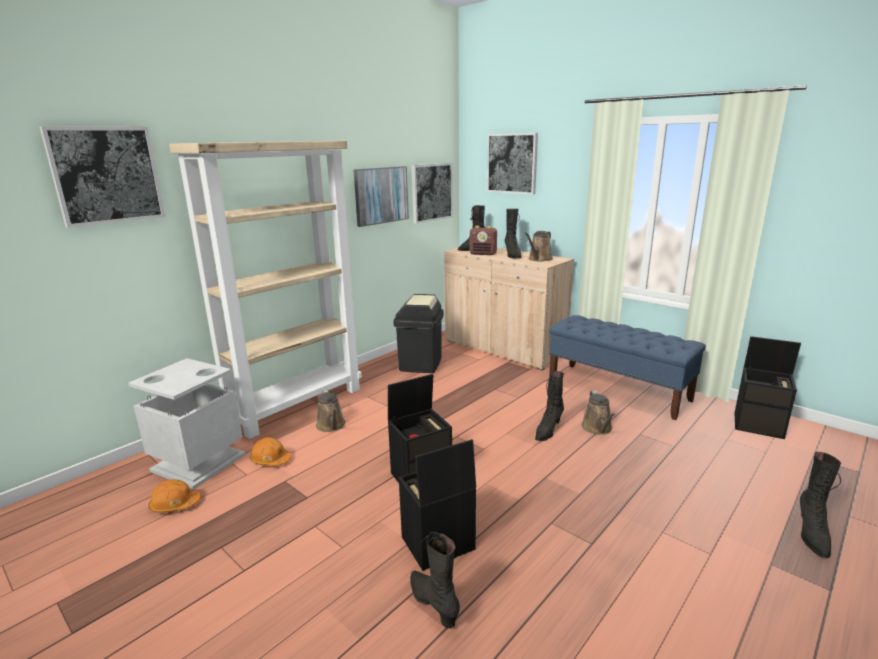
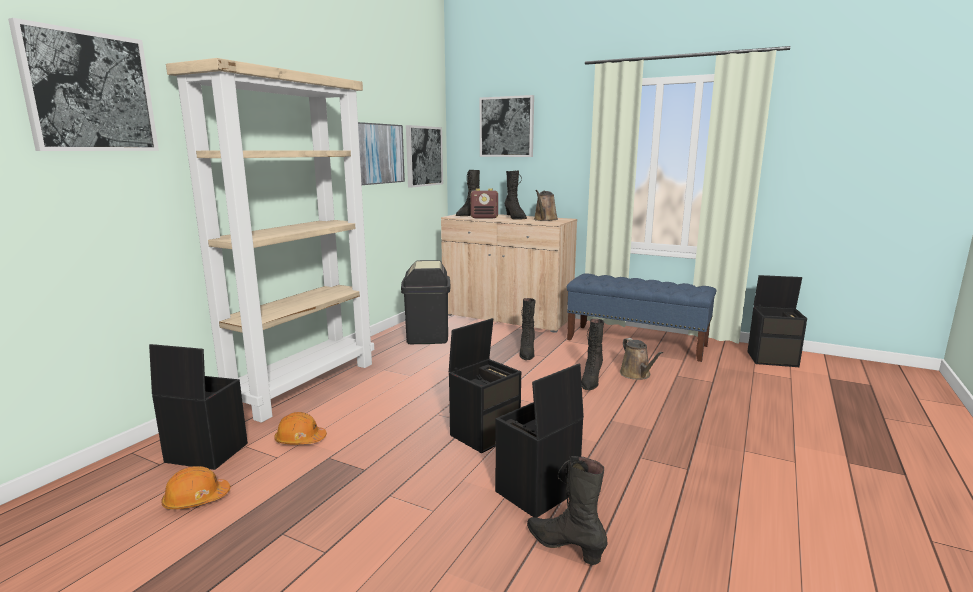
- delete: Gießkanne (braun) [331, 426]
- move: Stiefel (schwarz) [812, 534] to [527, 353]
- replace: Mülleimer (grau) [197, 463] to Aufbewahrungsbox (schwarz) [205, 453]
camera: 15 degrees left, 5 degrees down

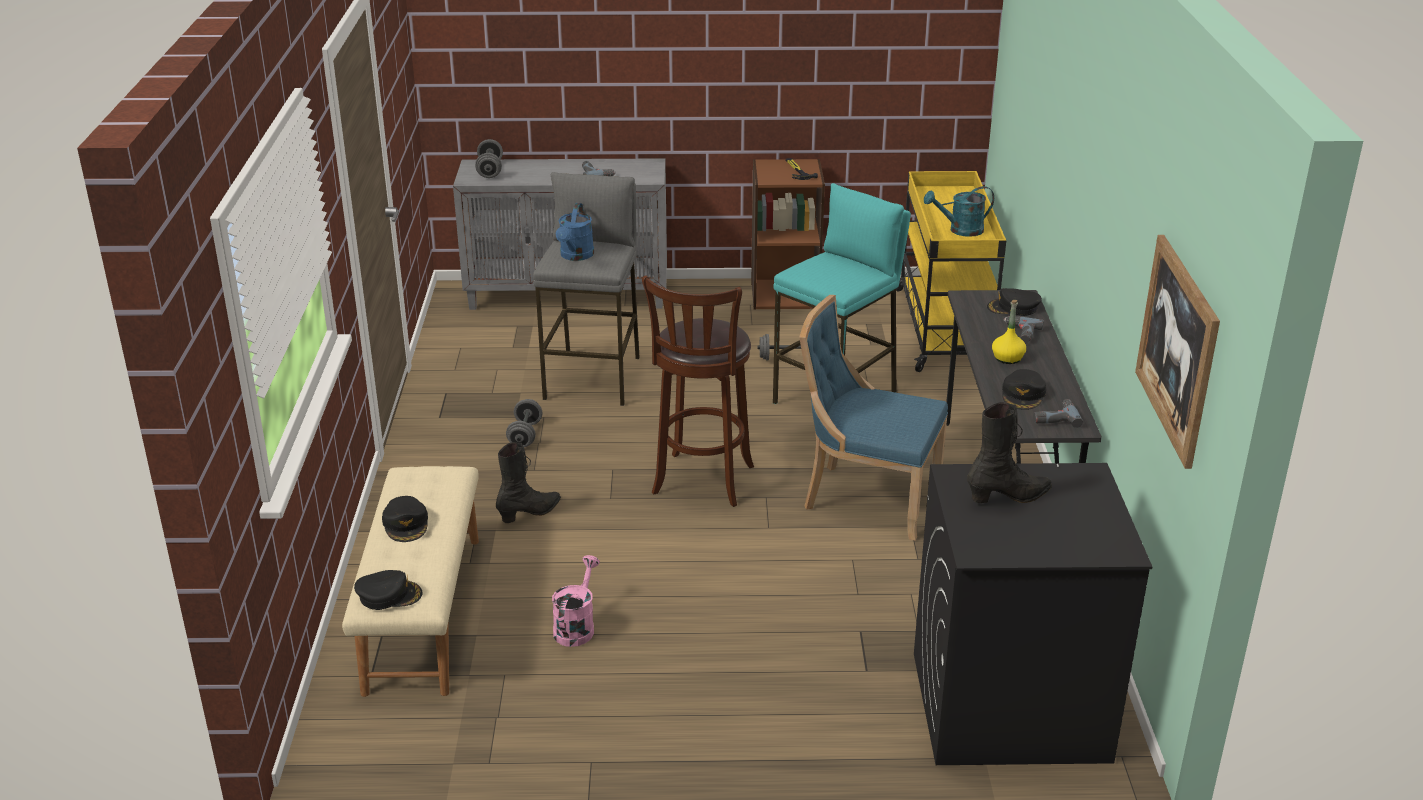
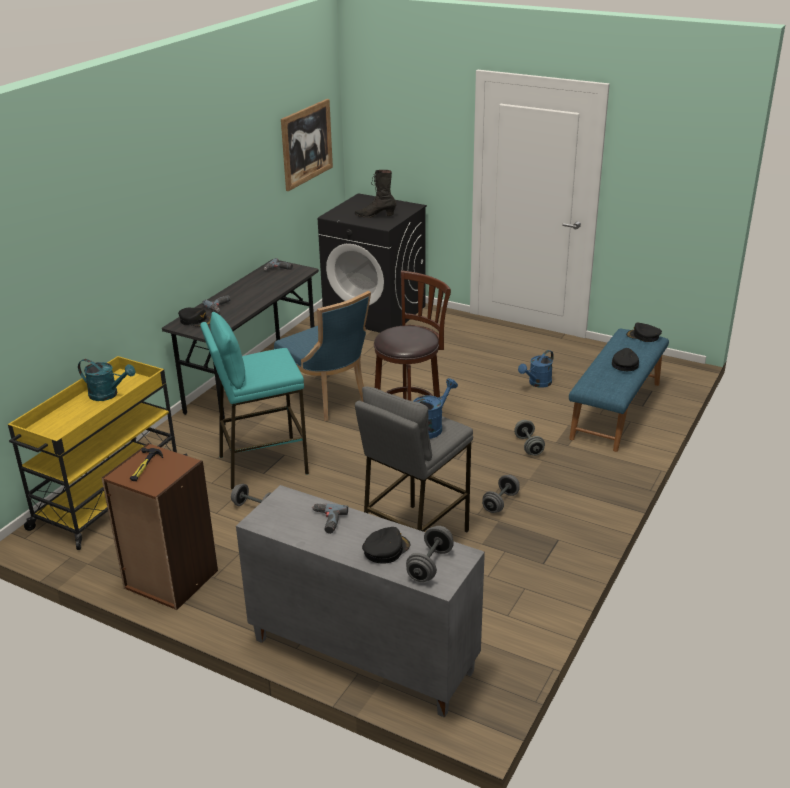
- delete: Flasche (gelb) [1007, 358]
- move: Kappe (schwarz) [1023, 395] to [386, 549]
- replace: Stiefel (schwarz) [530, 513] to Hantel (grau) [528, 446]
- recolor: Bank (beige) [422, 612] to Bank (blau) [617, 410]
- recolor: Gießkanne (rosa) [576, 626] to Gießkanne (blau) [537, 383]
camera: 150 degrees left, 0 degrees up

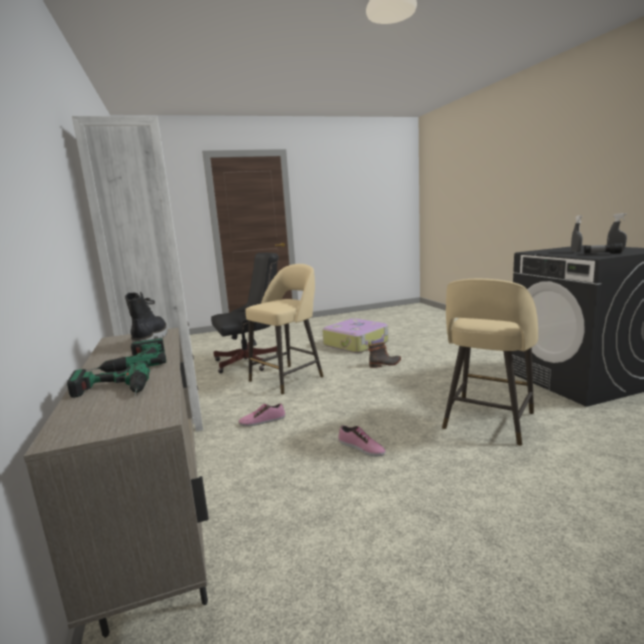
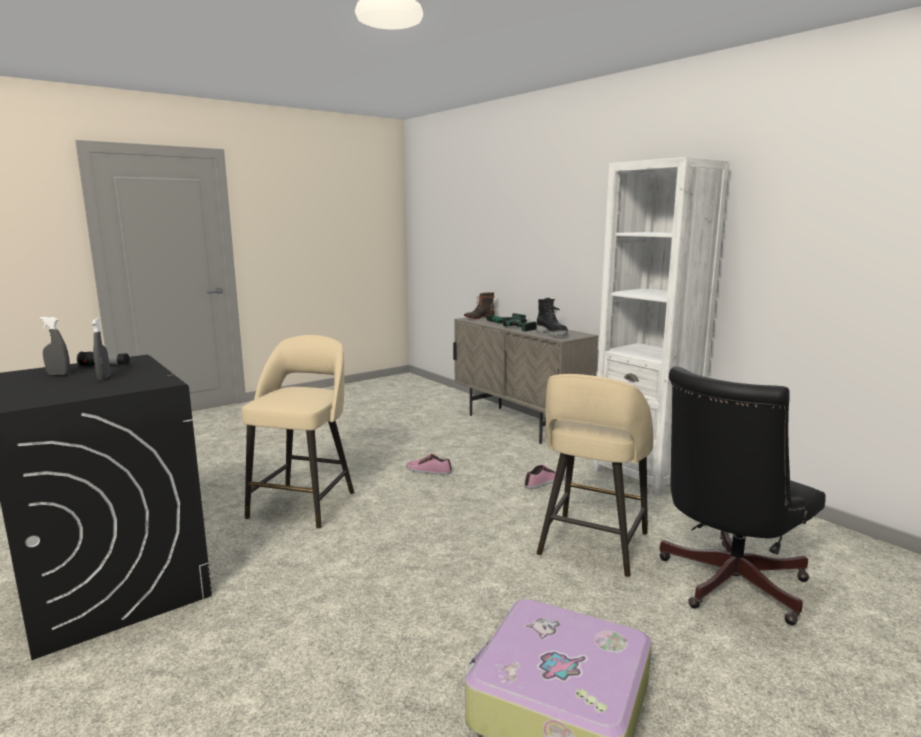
- move: Stiefel [385, 364] to [478, 317]
camera: 160 degrees right, 0 degrees up

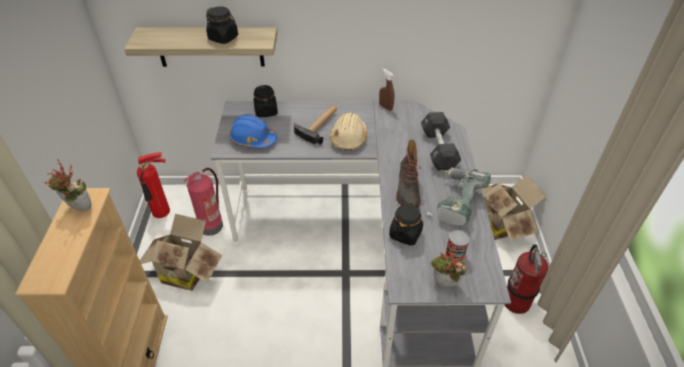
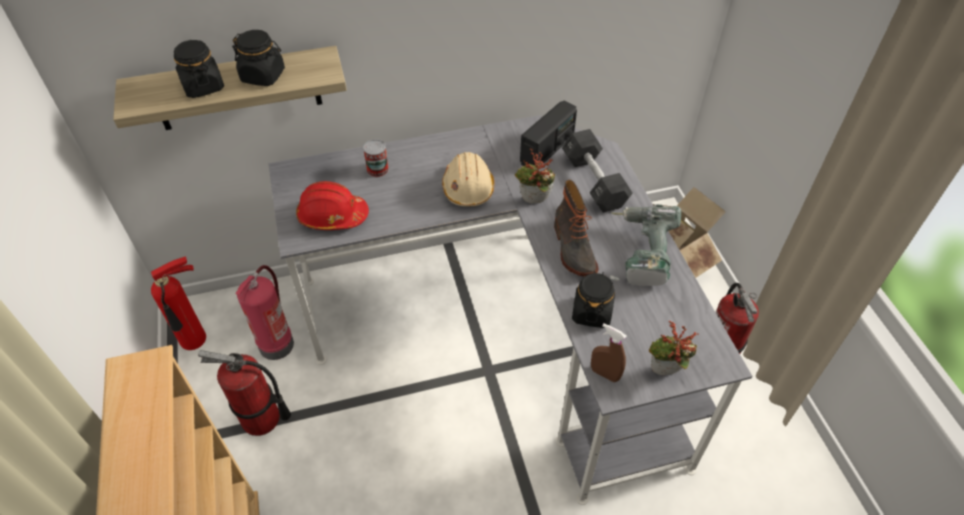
- delete: Hammer [319, 125]
- insert: Radio [547, 149]
- move: Topfpflanze [78, 209] to [533, 202]
- move: Vorratsglas (schwarz) [266, 111] to [203, 86]
- move: Sprühflasche (braun) [385, 107] to [605, 374]
- move: Dose [455, 254] to [377, 169]
- replace: Karton [185, 270] to Feuerlöscher [261, 419]
- recolor: Schutzhelm (blau) [253, 139] to Schutzhelm (rot) [332, 216]
camera: 15 degrees left, 5 degrees up

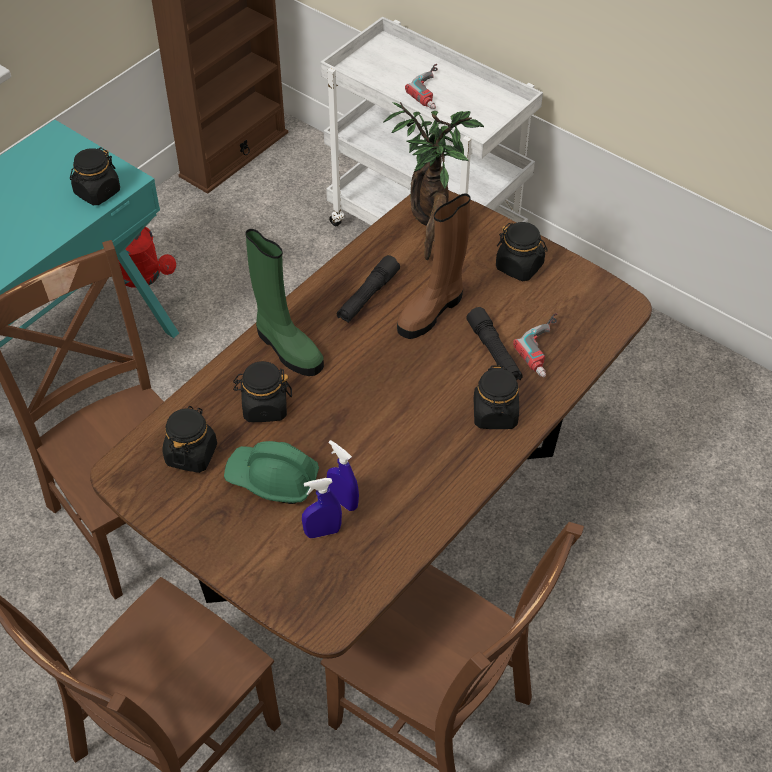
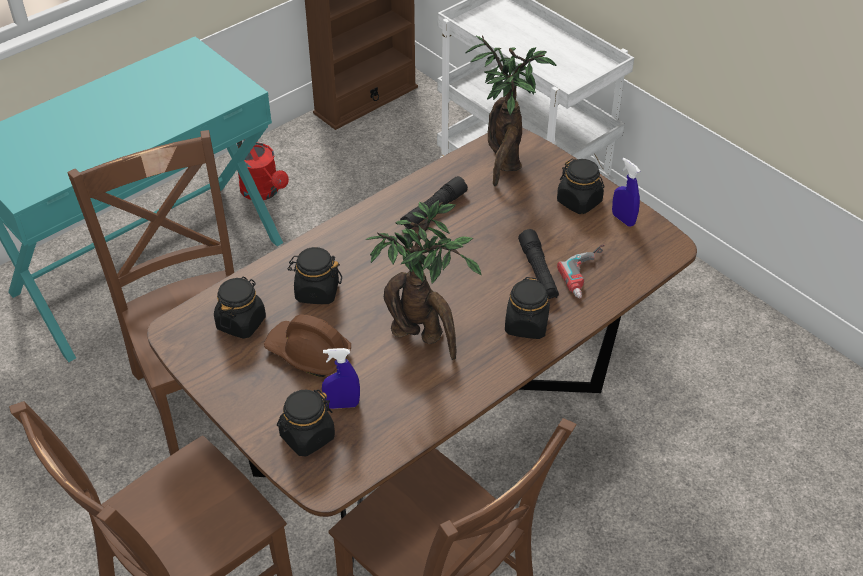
- delete: Stiefel (grün) [287, 348]
- delete: Stiefel (braun) [432, 311]
- delete: Bohrmaschine [434, 90]
- insert: Topfpflanze [422, 337]
- move: Vorratsglas (schwarz) [97, 192] to [307, 437]
- move: Sprühflasche (blau) [343, 501] to [623, 219]
- recolor: Schutzhelm (grün) [272, 479] to Schutzhelm (braun) [308, 353]
camera: 10 degrees right, 5 degrees down

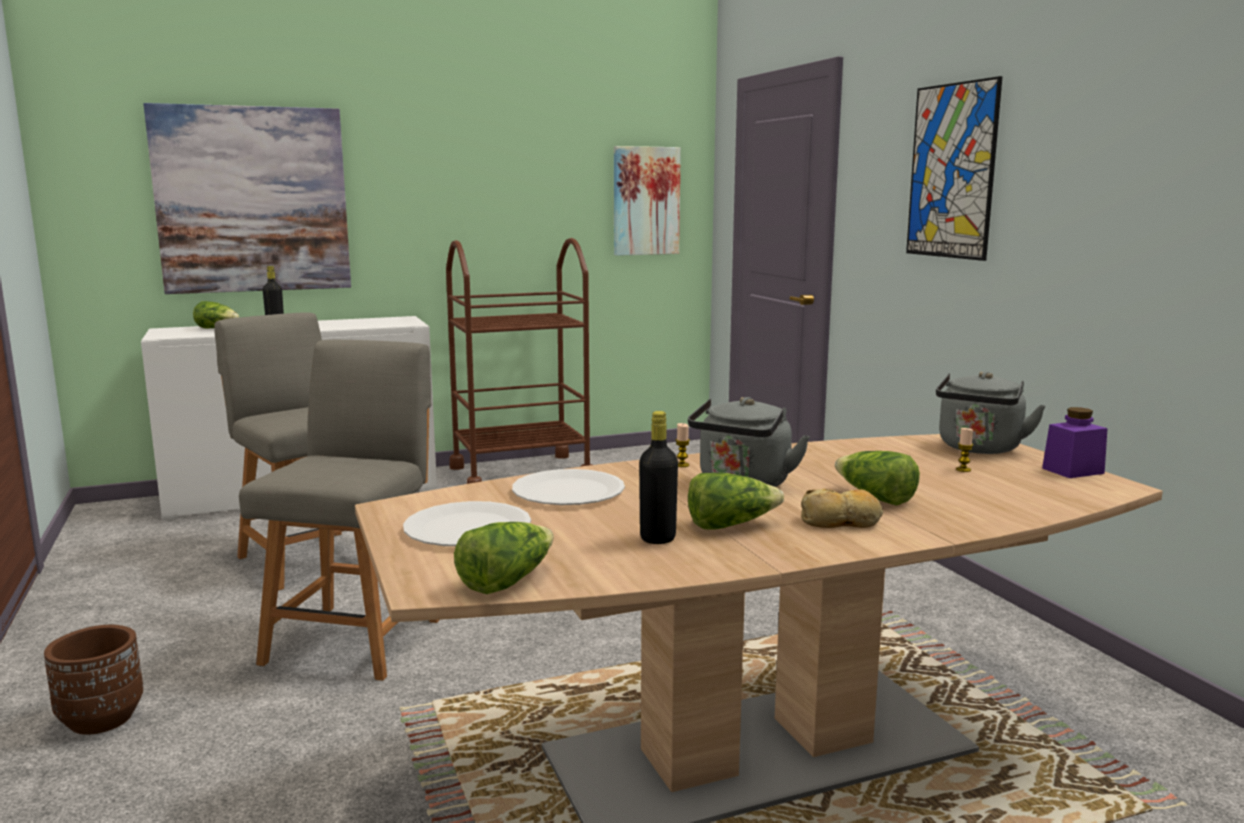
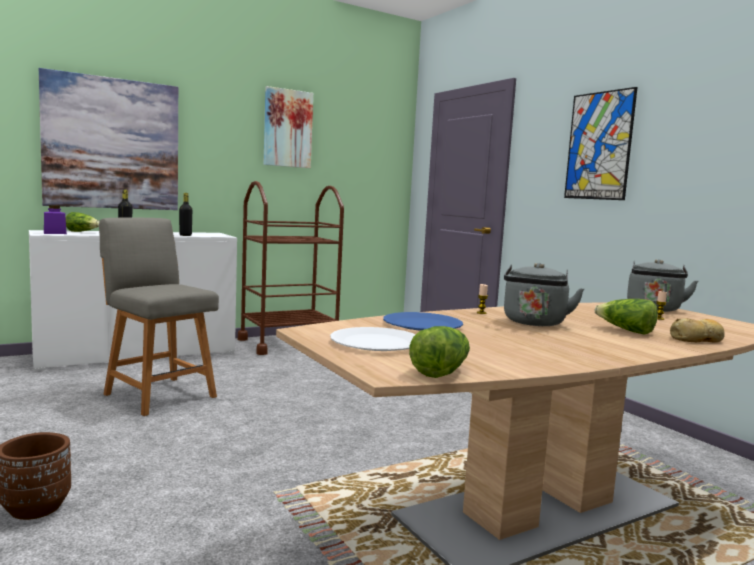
- delete: Stuhl (grau) [356, 638]
- delete: Salatkopf [730, 525]
- move: Bild [646, 201] to [287, 128]
- move: Flasche (schwarz) [657, 538] to [185, 235]
- move: Brot [841, 522] to [697, 339]
- move: Vorratsglas (lila) [1073, 471] to [55, 233]
- recolor: Teller (weiß) [568, 491] to Teller (blau) [422, 324]
camera: 10 degrees left, 5 degrees down

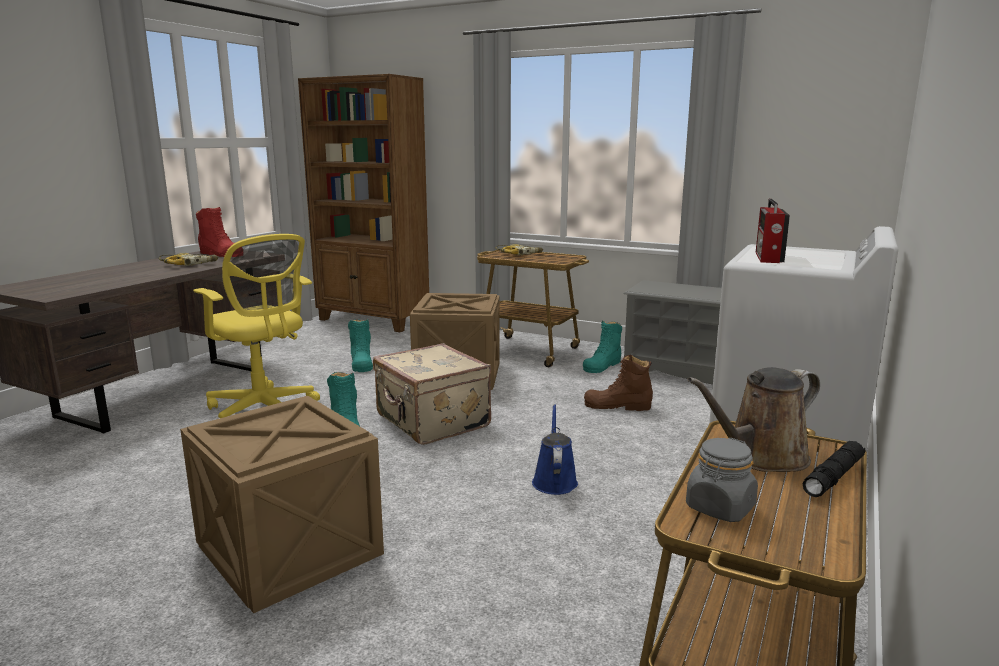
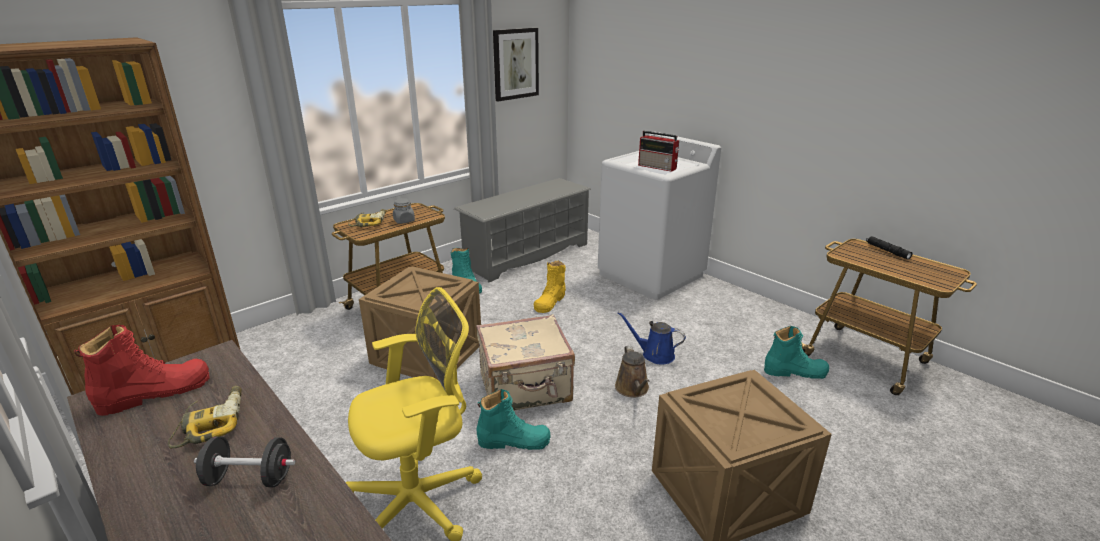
- insert: Hantel (schwarz) [250, 479]
- insert: Bild [515, 64]
- move: Stiefel (türkis) [361, 364] to [795, 372]
- move: Vorratsglas (grau) [720, 508] to [404, 221]
- move: Gießkanne (braun) [760, 457] to [633, 389]
- recolor: Stiefel (braun) [617, 406] to Stiefel (gelb) [550, 302]
camera: 70 degrees left, 10 degrees up

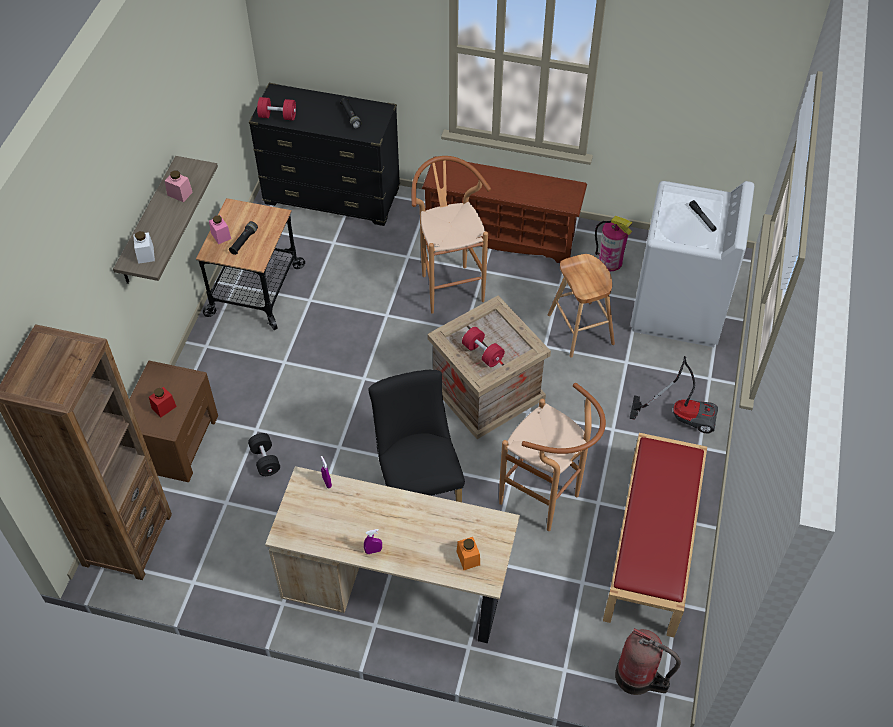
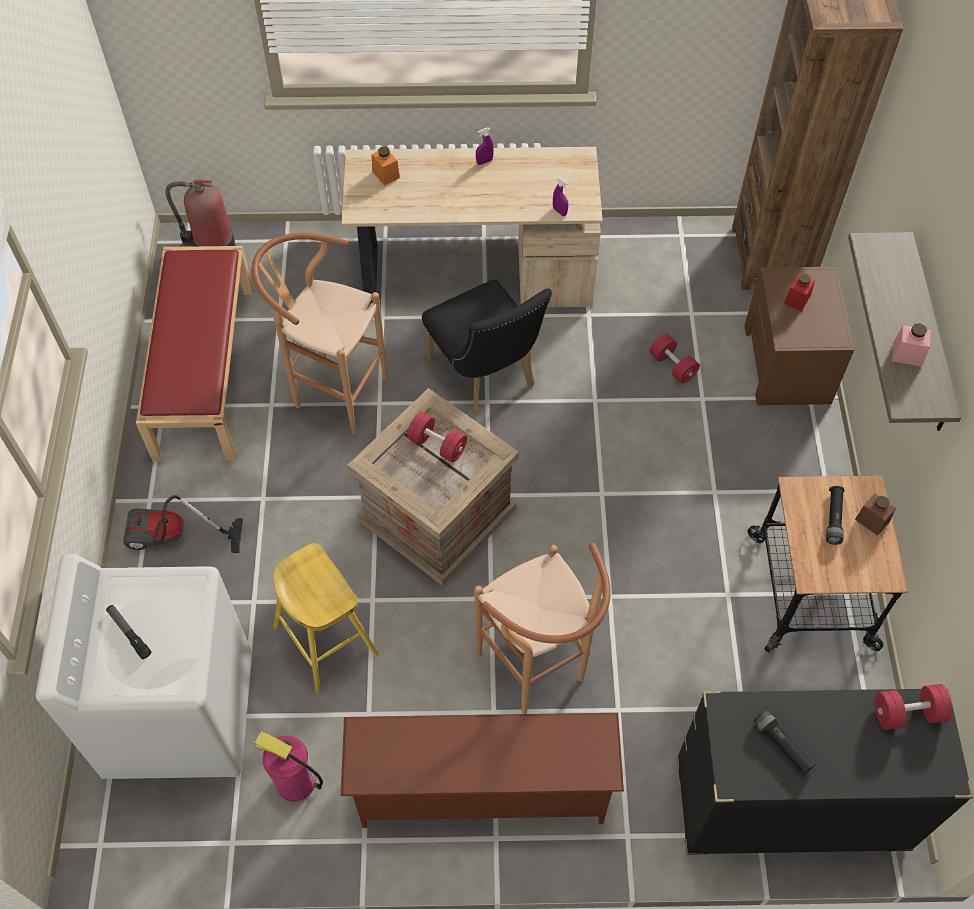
- delete: Vorratsglas (weiß) [145, 254]
- recolor: Vorratsglas (rosa) [221, 236] to Vorratsglas (braun) [872, 520]
- recolor: Hantel (schwarz) [265, 460] to Hantel (rot) [672, 366]
- recolor: Hocker (braun) [580, 329] to Hocker (gelb) [326, 641]
camera: 165 degrees right, 5 degrees up

